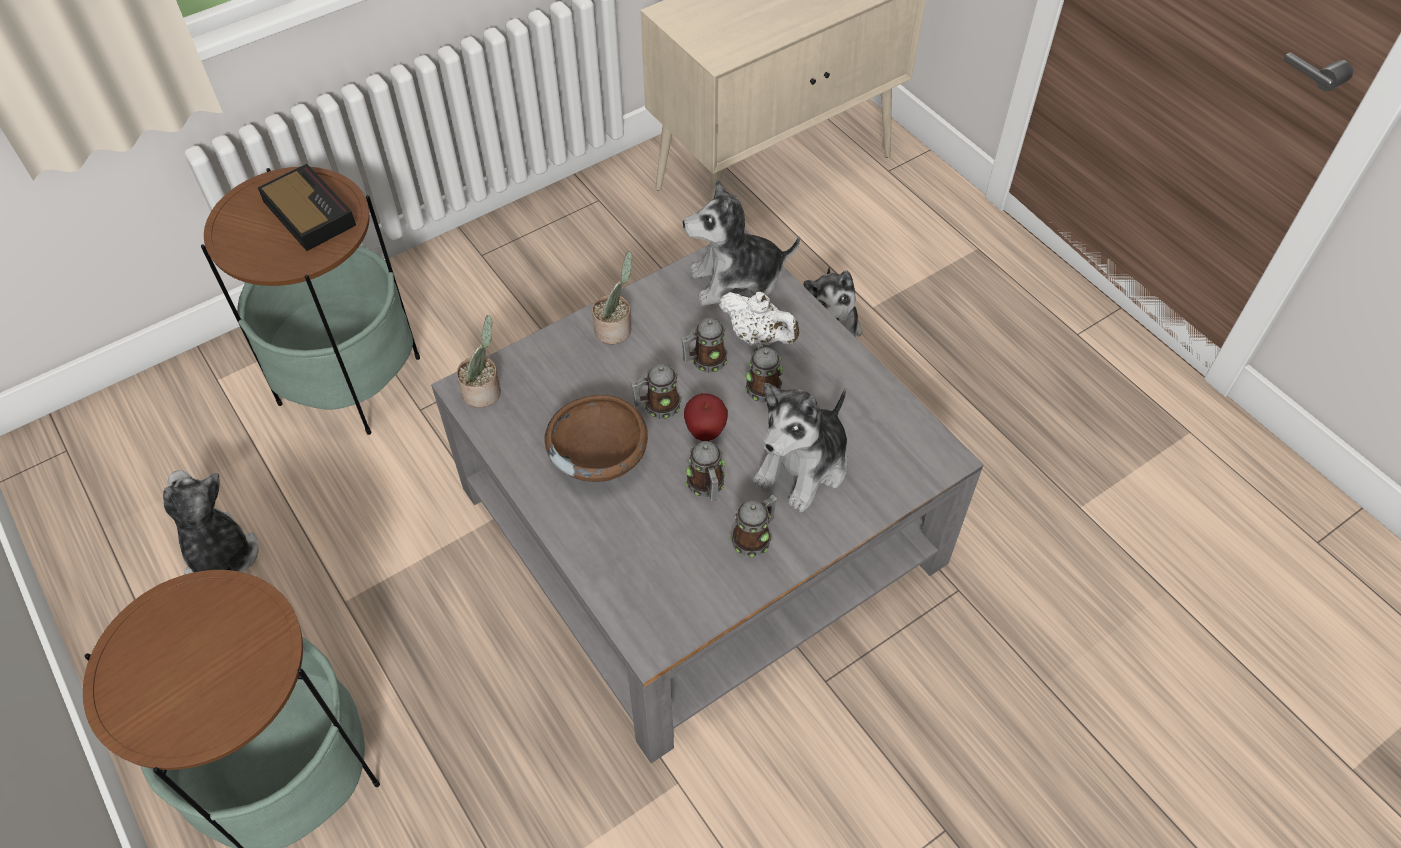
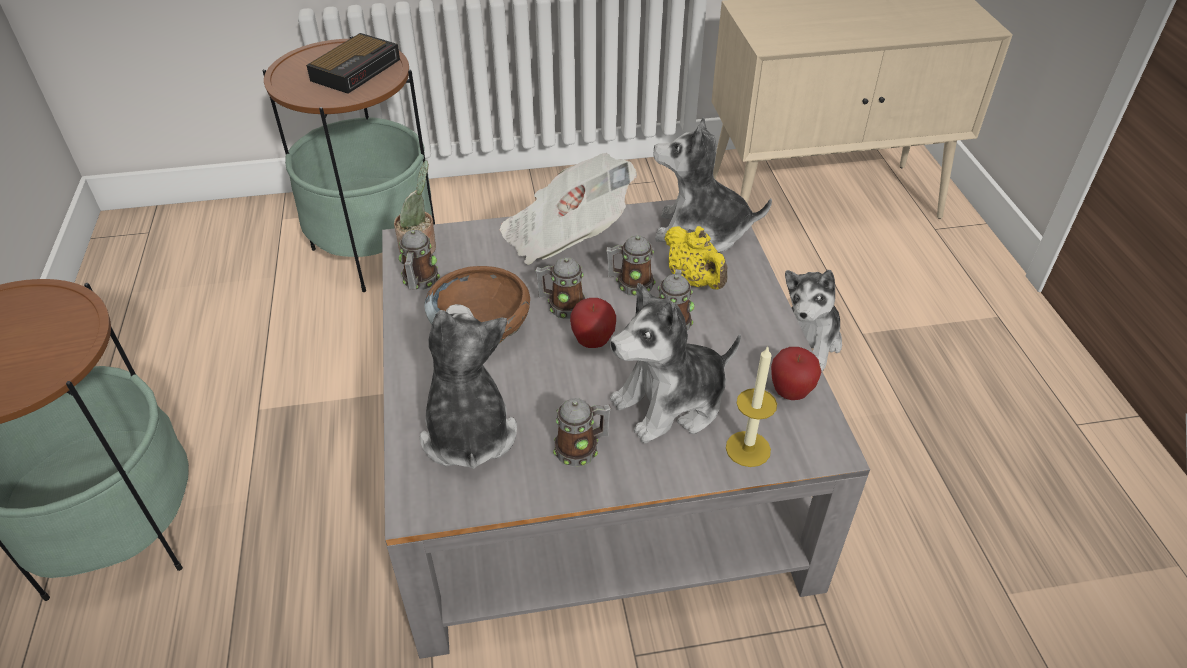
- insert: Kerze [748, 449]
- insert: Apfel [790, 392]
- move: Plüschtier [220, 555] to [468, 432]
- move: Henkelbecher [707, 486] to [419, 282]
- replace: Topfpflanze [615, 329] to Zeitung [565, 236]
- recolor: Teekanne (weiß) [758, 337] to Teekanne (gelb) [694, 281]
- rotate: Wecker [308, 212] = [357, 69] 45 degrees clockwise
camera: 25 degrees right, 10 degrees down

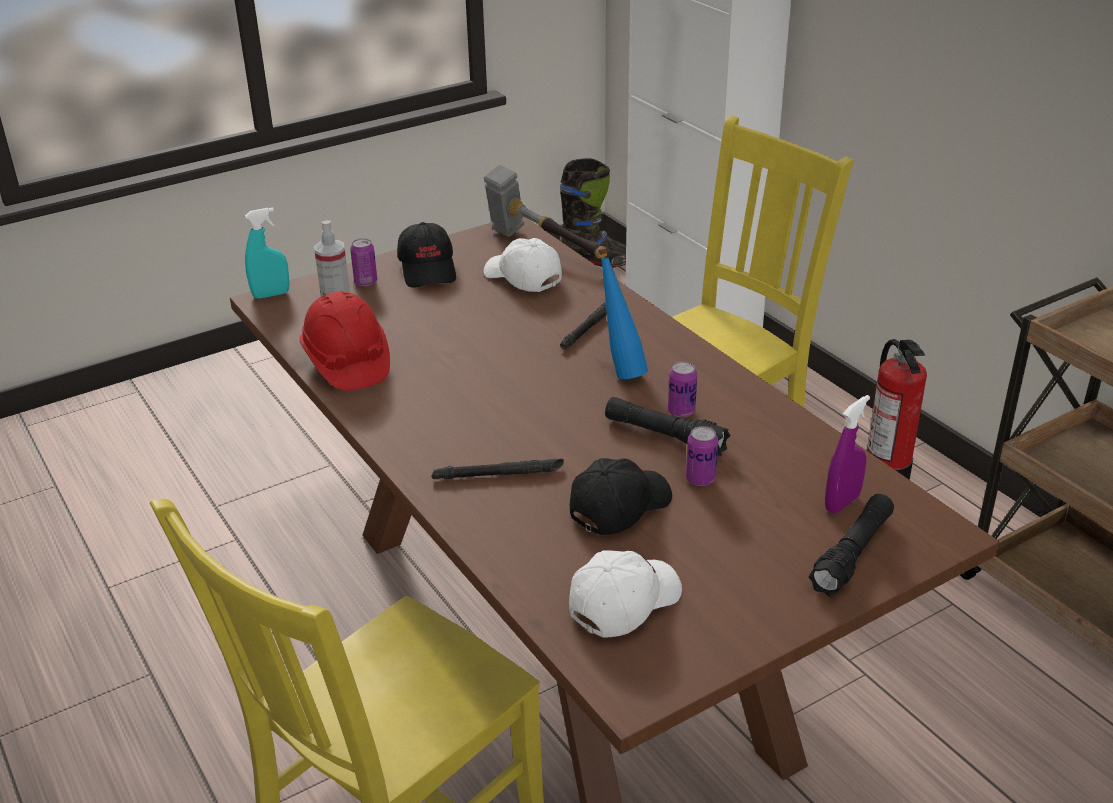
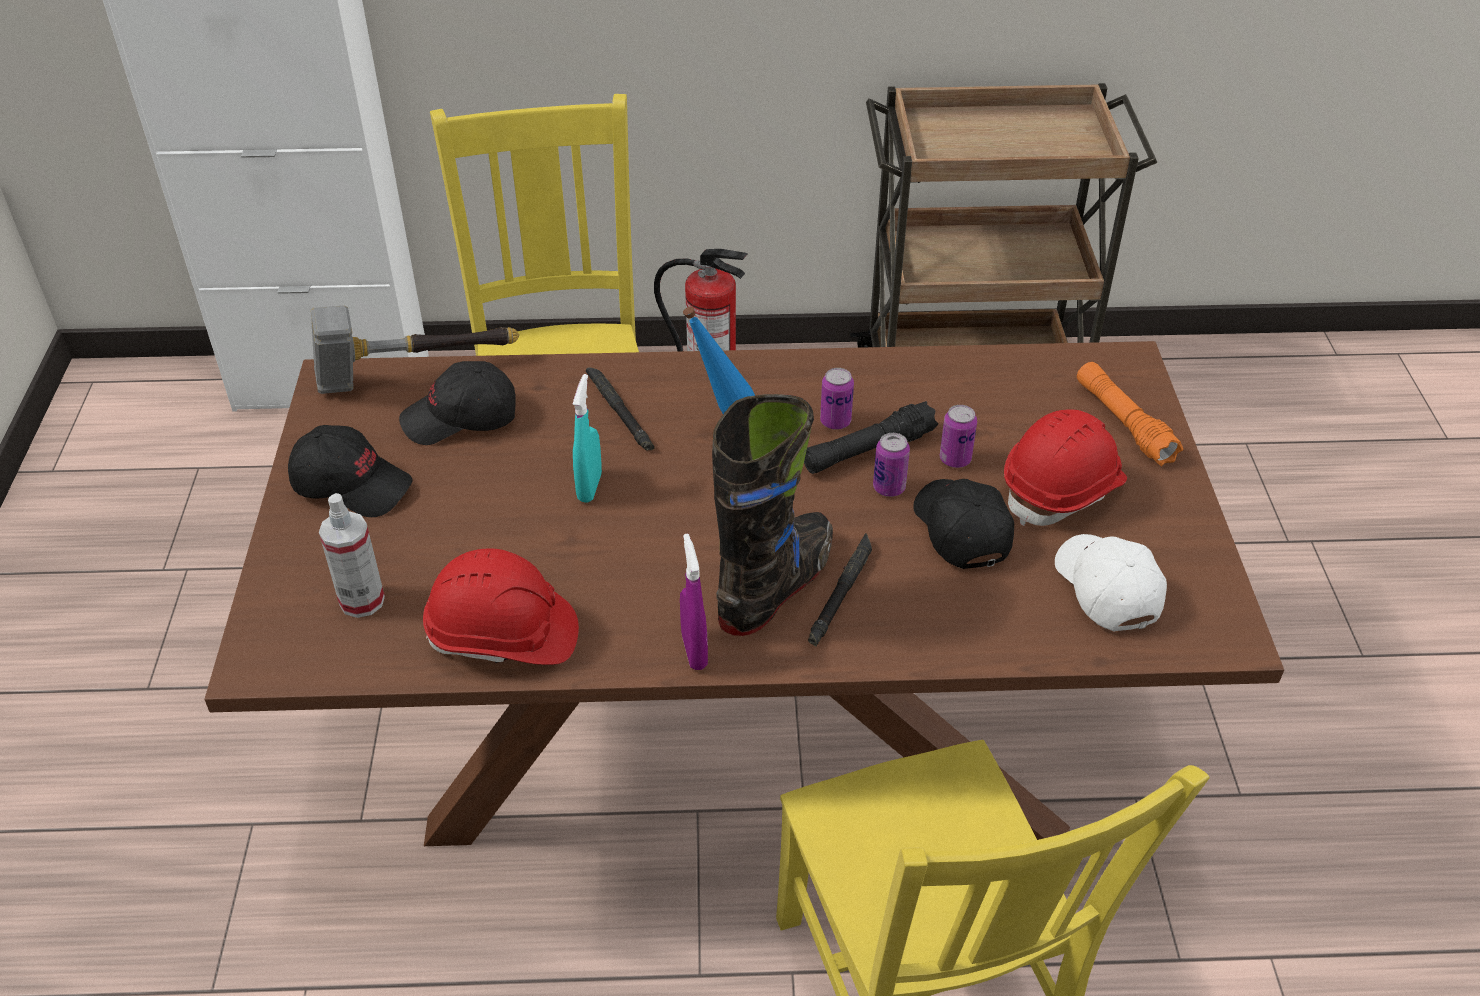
- insert: Schutzhelm (rot) [1063, 490]
- move: Sprühflasche (türkis) [271, 294] to [589, 487]
- move: Dose [366, 282] to [889, 488]
- move: Stiefel (schwarz) [598, 262] to [776, 586]
- move: Sprühflasche (lila) [842, 503] to [694, 651]
- recolor: Kappe (weiß) [522, 278] to Kappe (schwarz) [461, 419]
- recolor: Taschenlampe (schwarz) [852, 554] to Taschenlampe (orange) [1123, 423]
camera: 60 degrees left, 10 degrees up

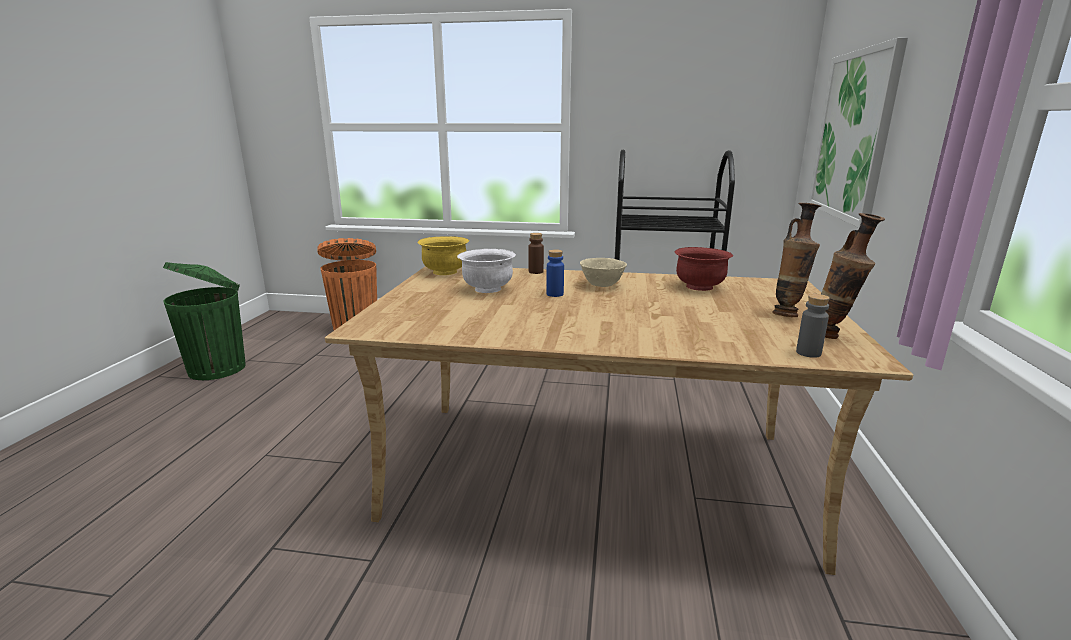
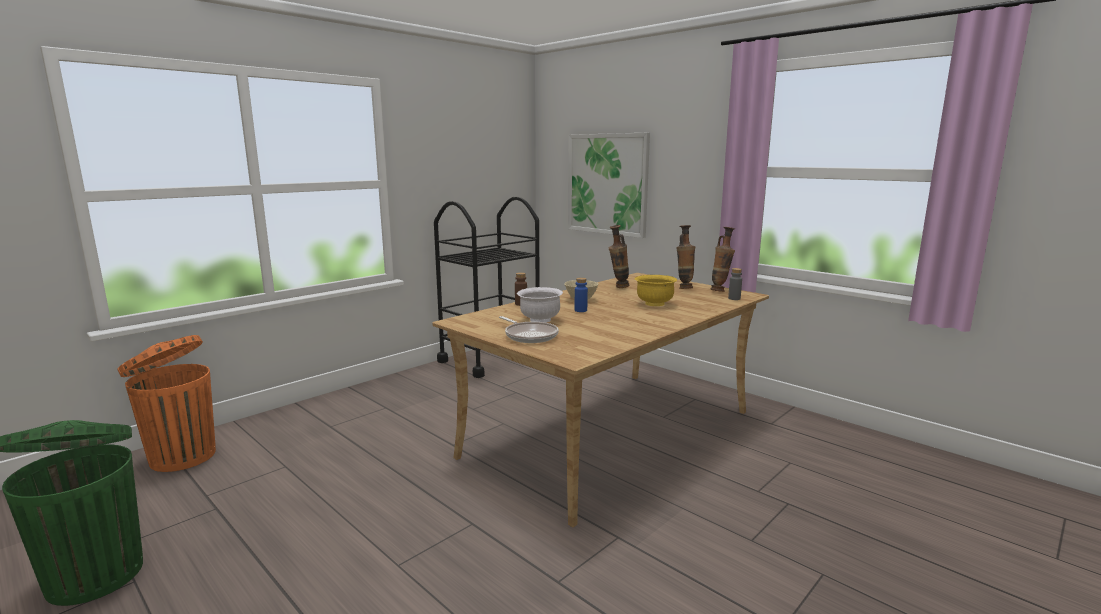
- insert: Pfanne [529, 336]
- move: Schüssel (gelb) [445, 272] to [654, 304]
- replace: Schüssel (rot) [699, 287] to Vase [618, 287]
camera: 55 degrees left, 5 degrees down

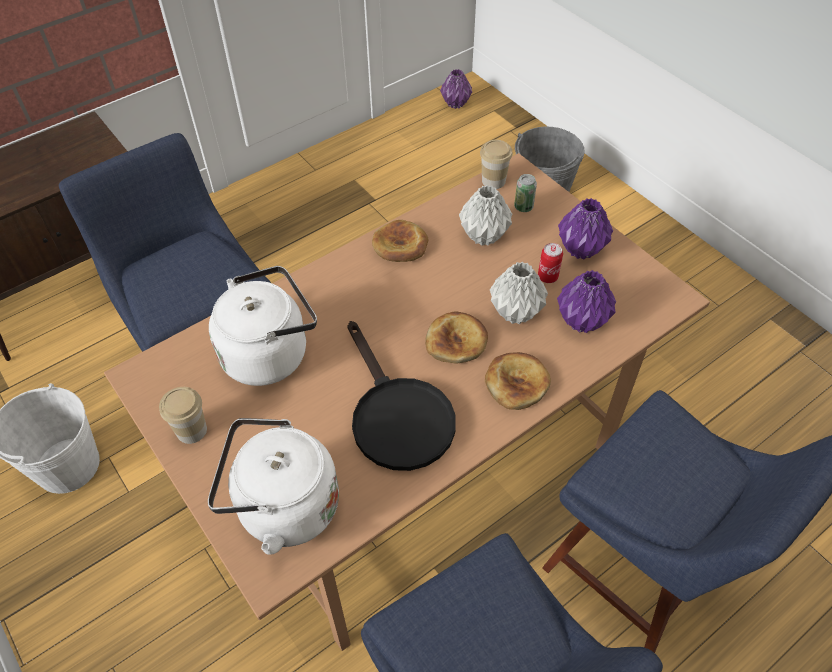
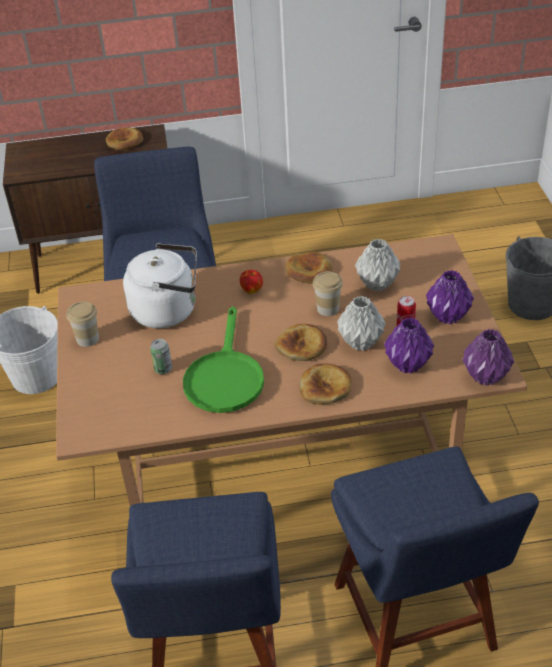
- delete: Wasserkessel (weiß) [282, 507]
- insert: Brot [124, 141]
- insert: Apfel [252, 290]
- move: Vase (lila) [456, 103] to [486, 376]
- move: Tasse [493, 181] to [328, 309]
- move: Dose [523, 207] to [163, 369]
- recolor: Pfanne (schwarz) [396, 415] to Pfanne (grün) [224, 377]
camera: 30 degrees right, 10 degrees down

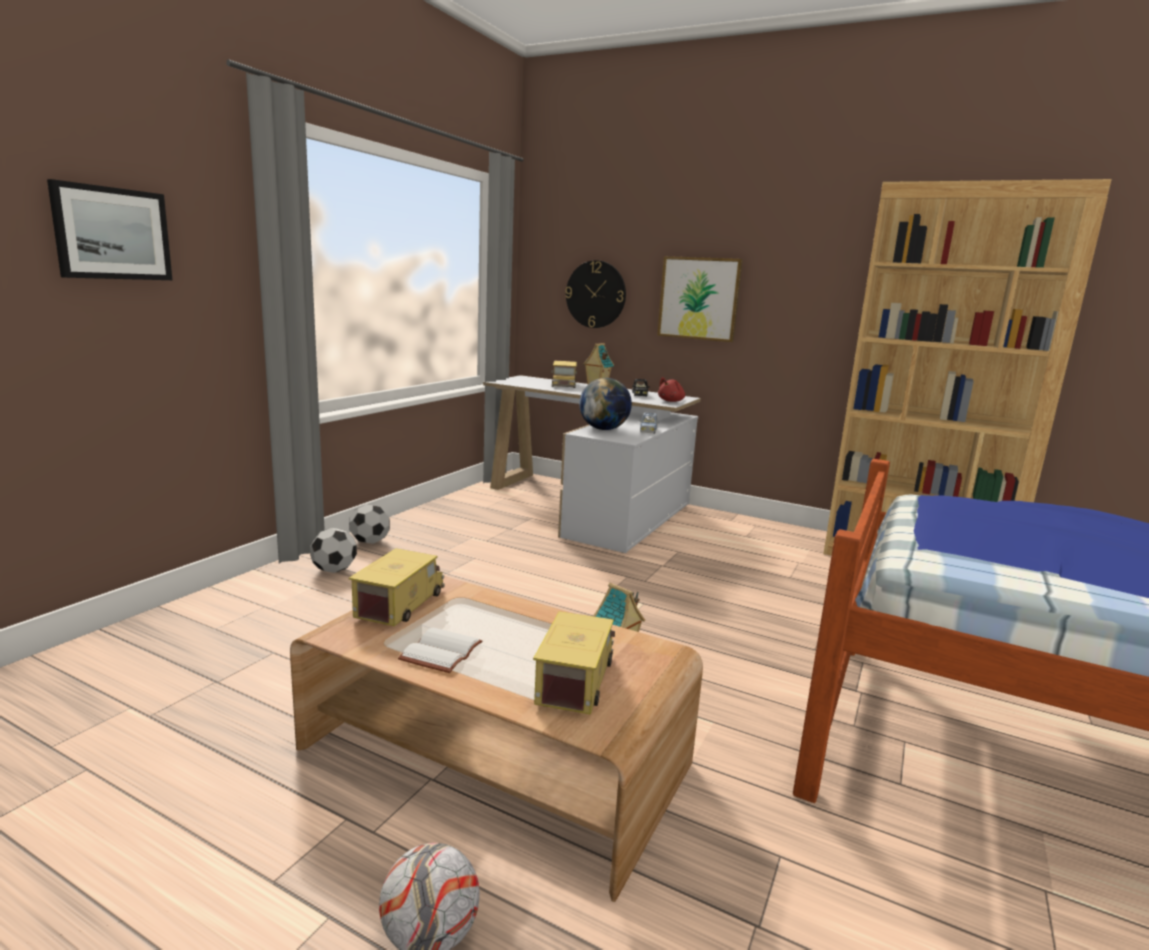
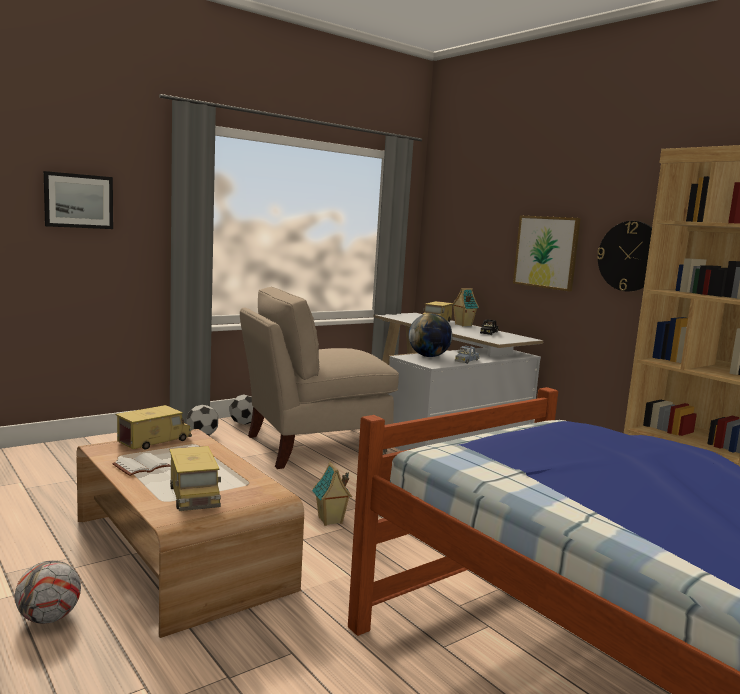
- delete: Plüschtier (rot) [671, 401]
- insert: Stuhl (beige) [313, 446]
- move: Wanduhr [595, 294] to [630, 256]
- rotate: Spielzeuglaster [574, 681] = [194, 495] 120 degrees clockwise
camera: 25 degrees right, 5 degrees down

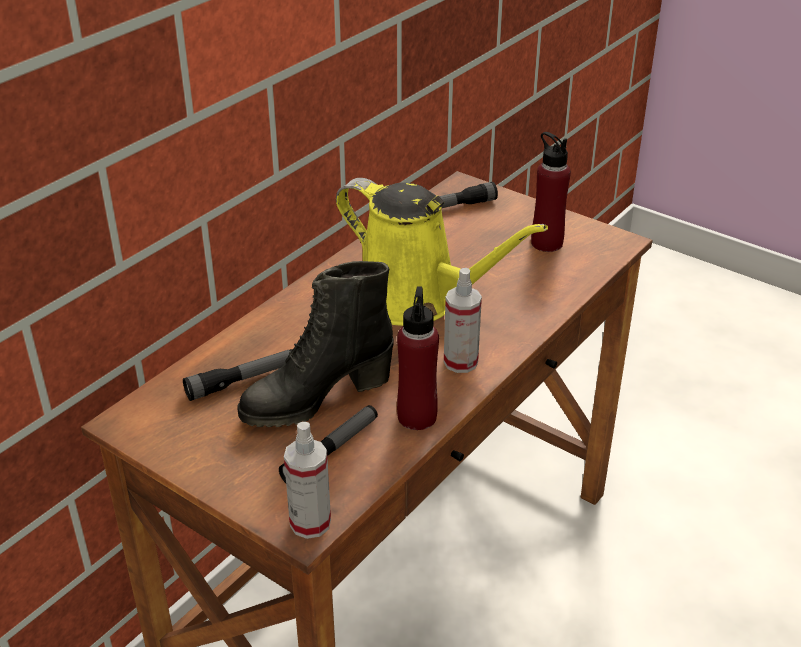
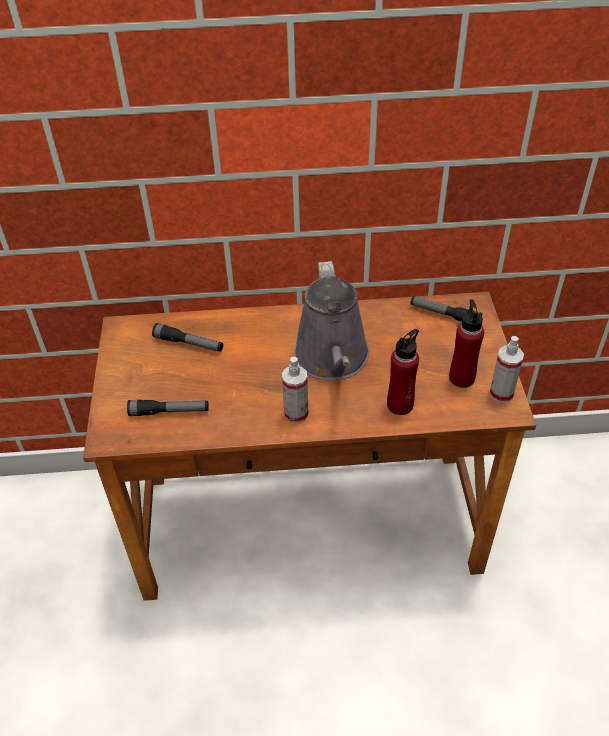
- delete: Stiefel (schwarz) [316, 398]
- move: Sprühflasche [310, 523] to [501, 393]
- move: Flasche (rot) [417, 416] to [400, 405]
- recolor: Gießkanne (gelb) [416, 299] to Gießkanne (grau) [332, 359]
camera: 50 degrees right, 10 degrees up

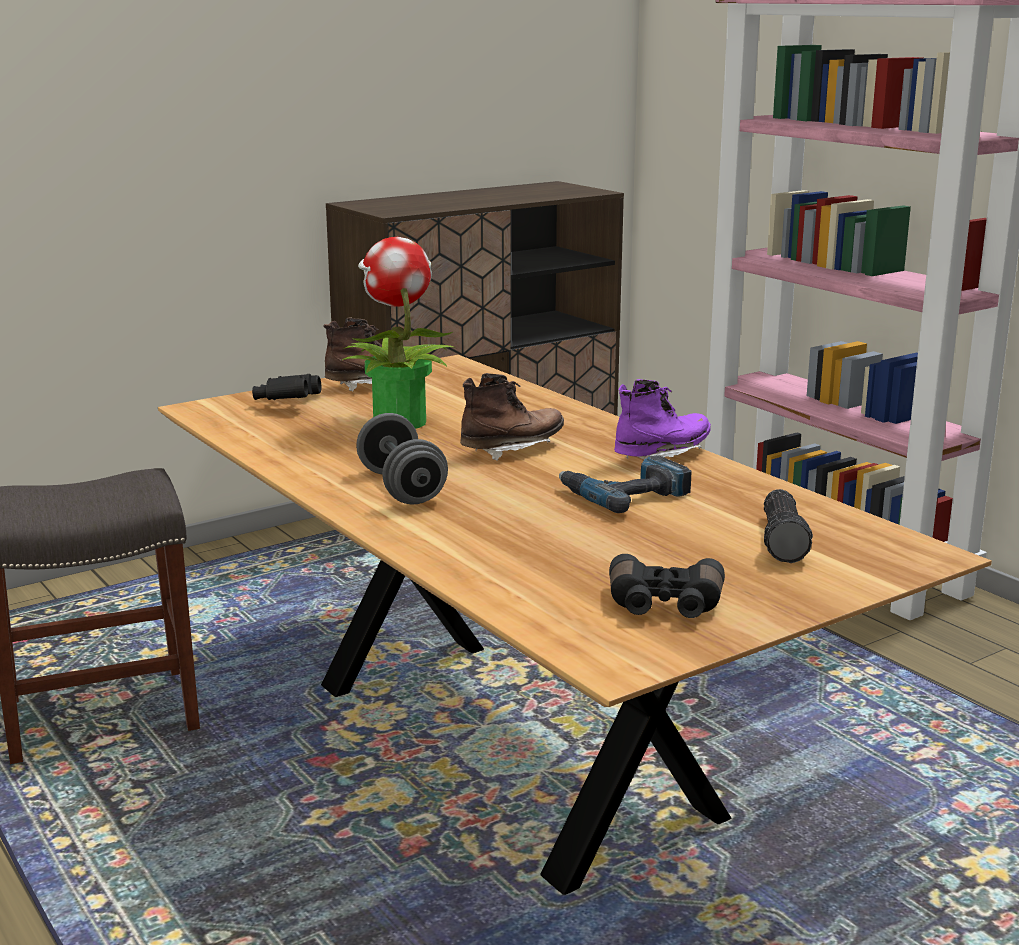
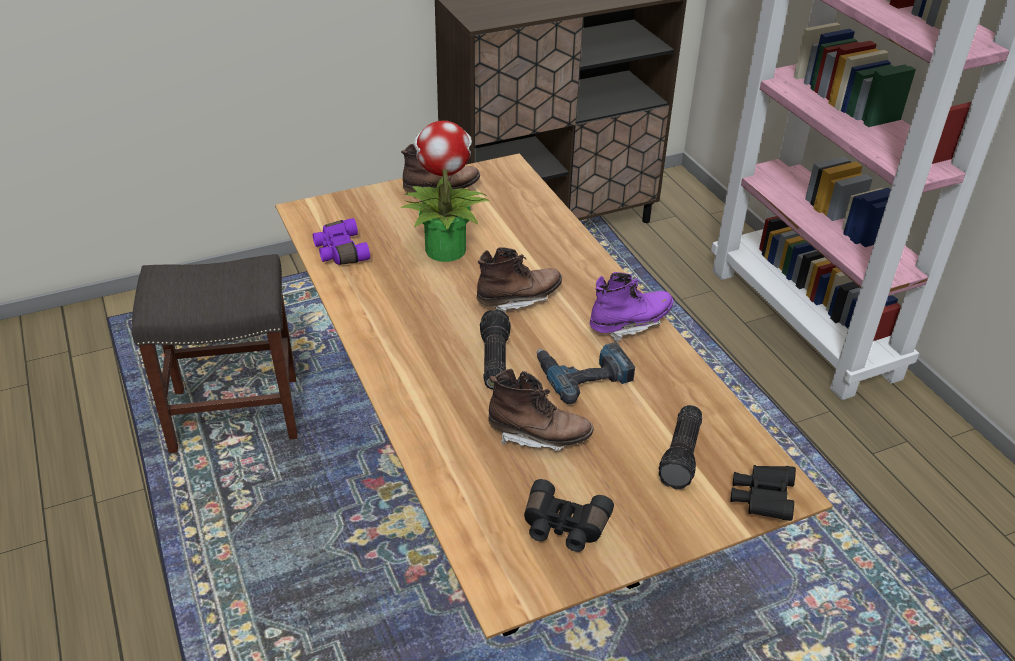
- delete: Hantel (grau) [402, 487]
- insert: Fernglas (lila) [340, 252]
- insert: Taschenlampe [493, 359]
- insert: Stiefel (braun) [538, 436]
- move: Fernglas (schwarz) [288, 403] to [761, 500]
camera: 10 degrees right, 20 degrees up

